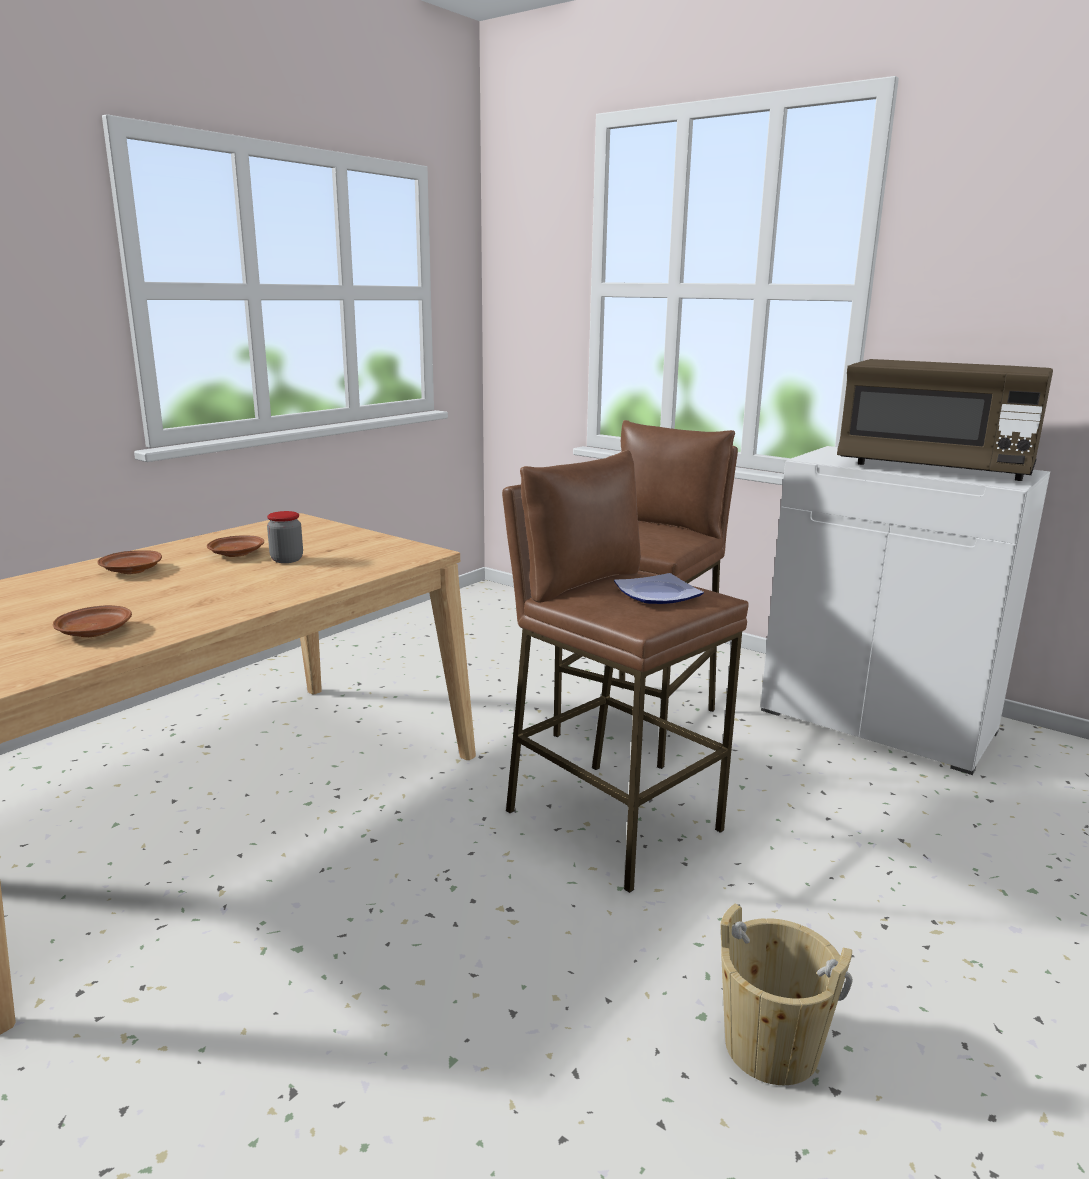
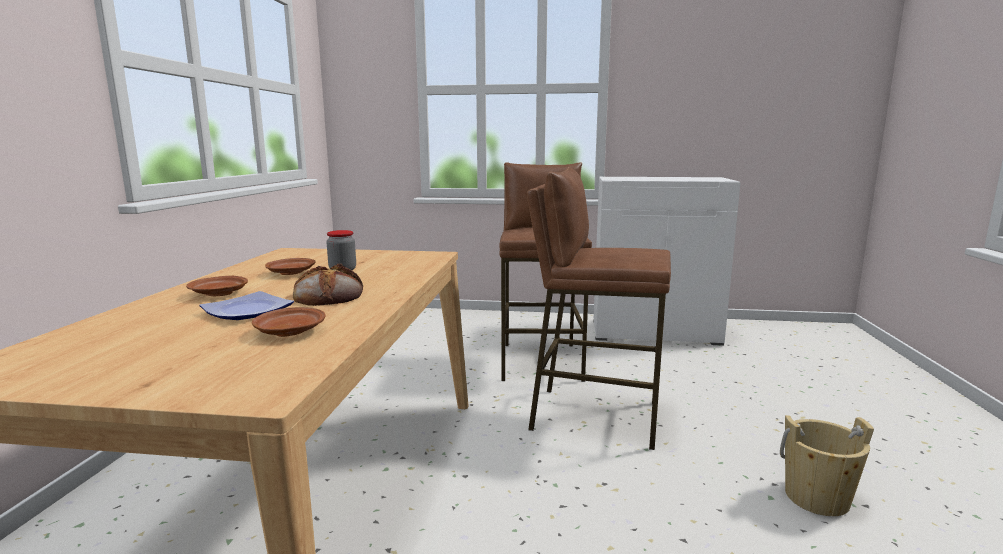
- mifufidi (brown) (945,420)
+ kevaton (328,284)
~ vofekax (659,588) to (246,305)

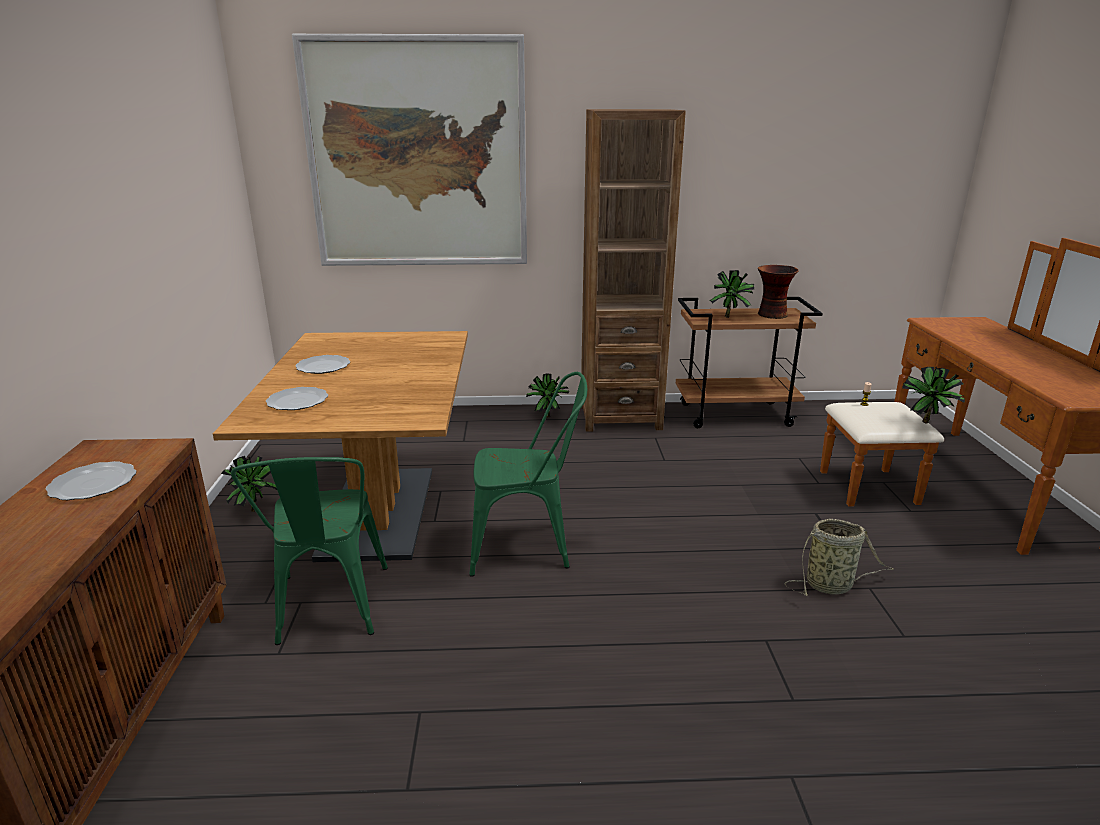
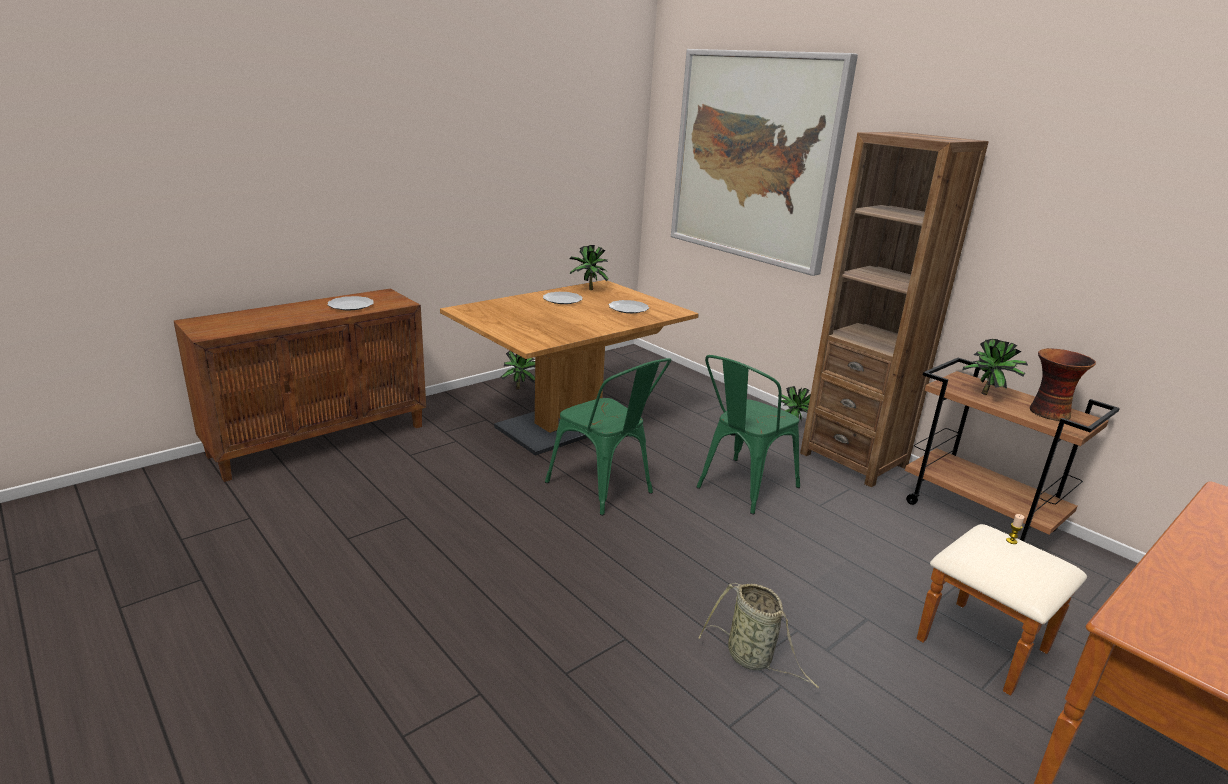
~ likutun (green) (309,551) to (748,434)
~ vofekax (297,398) to (629,306)
~ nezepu (933,395) to (589,267)

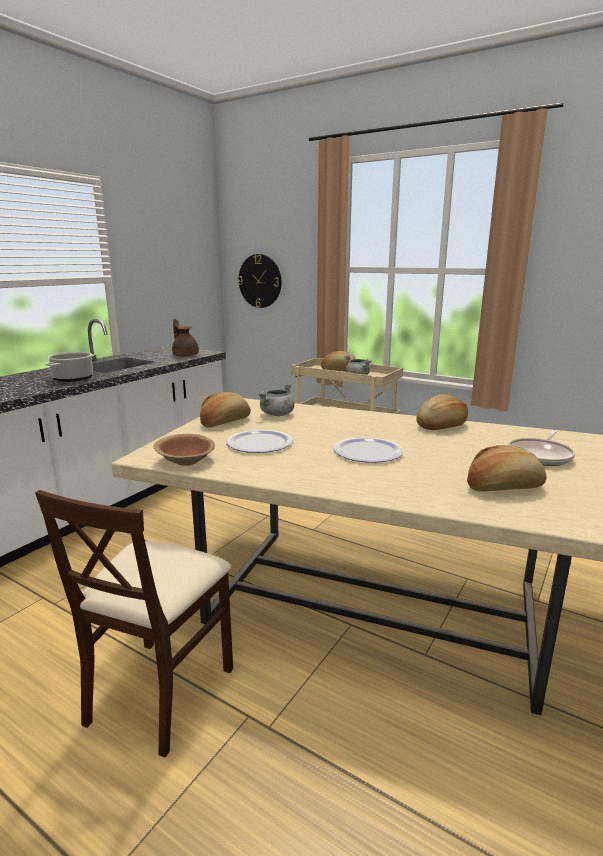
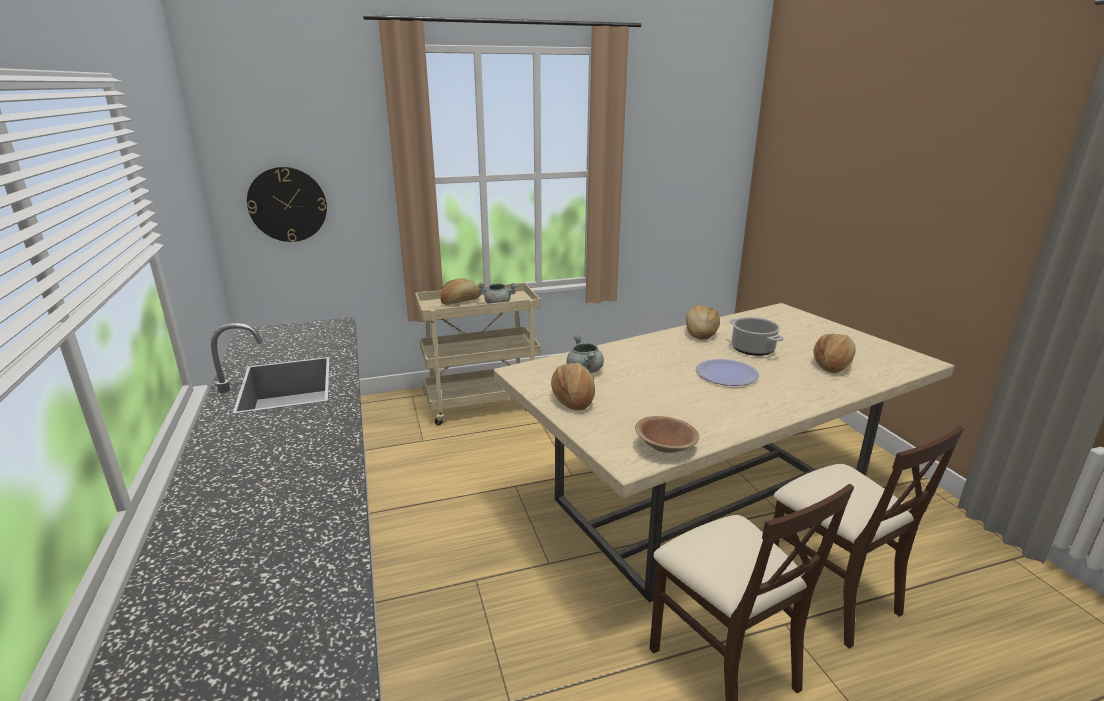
- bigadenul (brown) (185,338)
- vofekax (259,441)
- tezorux (541,448)
+ likutun (beige) (869,537)
~ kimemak (69,367) to (757,336)

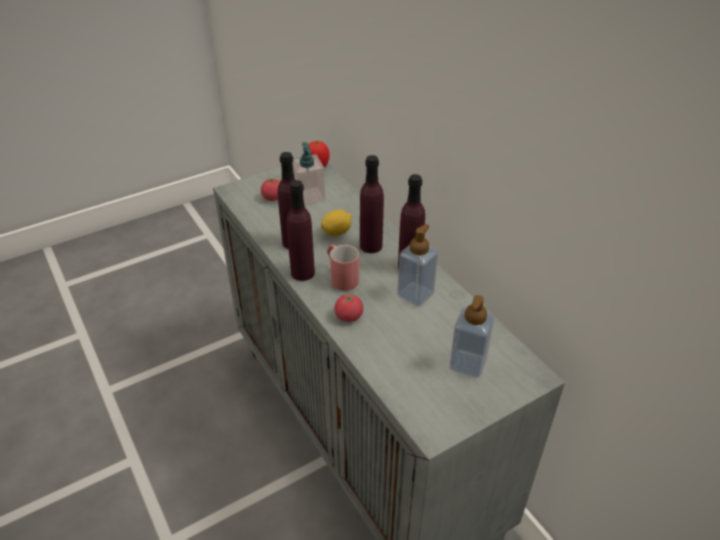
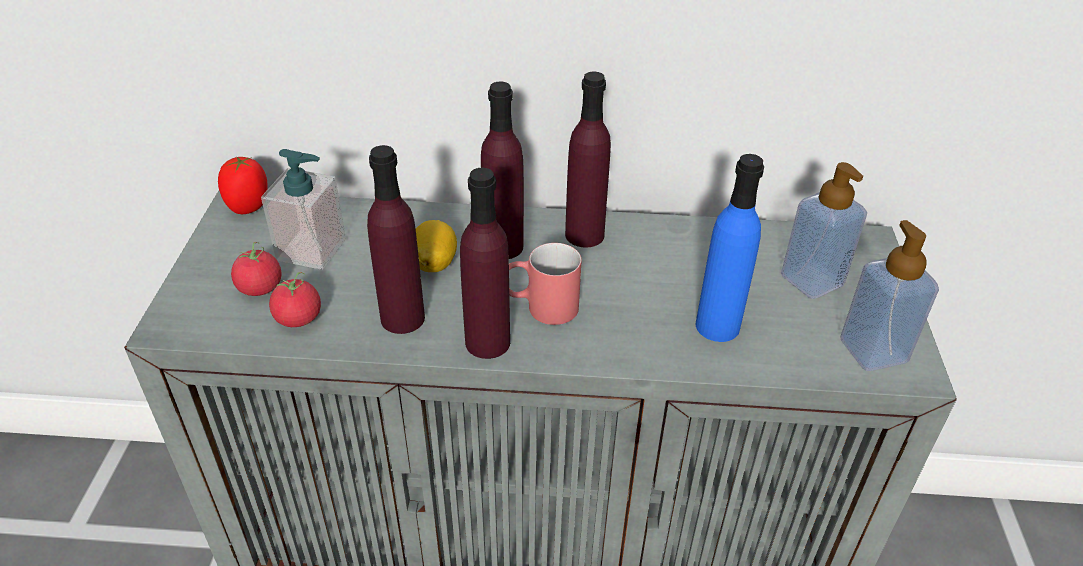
+ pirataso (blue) (730,248)
~ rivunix (349,307) to (295,299)
~ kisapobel (417,265) to (889,295)

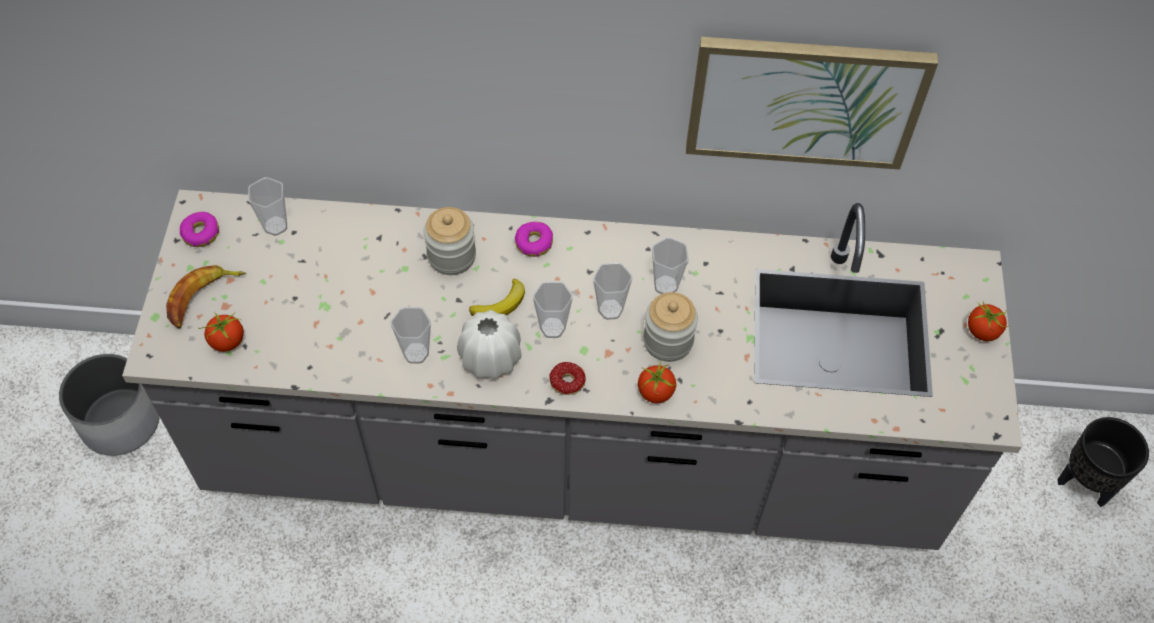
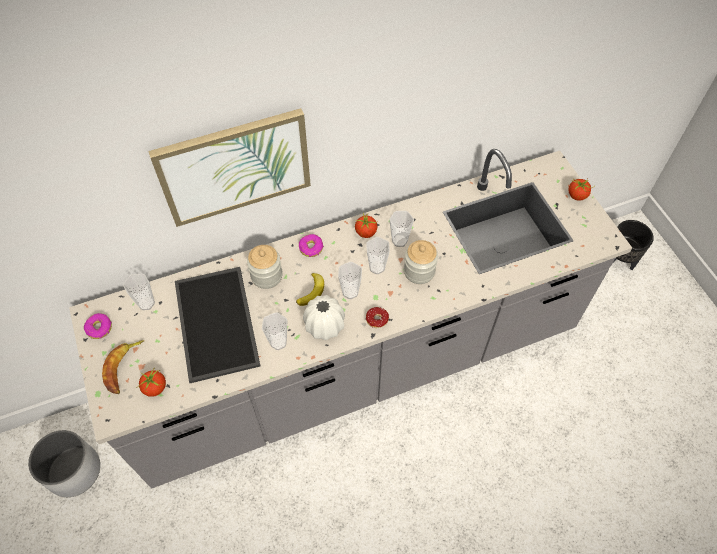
+ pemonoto (217,325)
~ rivunix (657,382) to (366,225)
~ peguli (812,103) to (229,167)

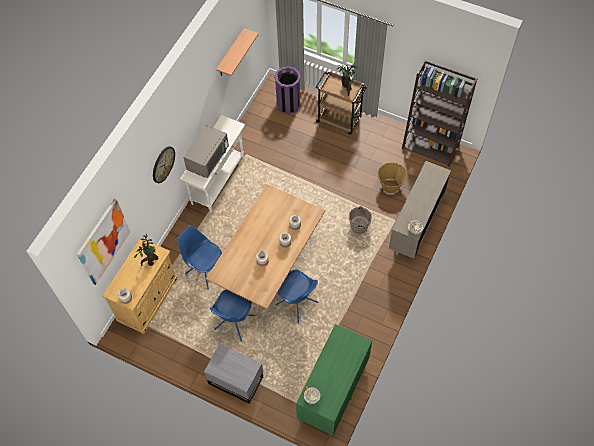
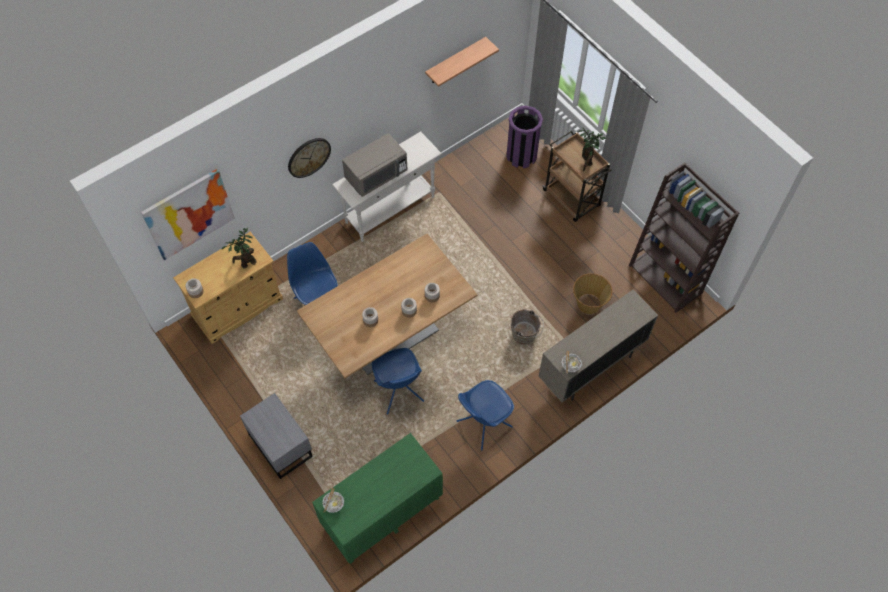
~ likutun (blue) (232,316) to (485,415)

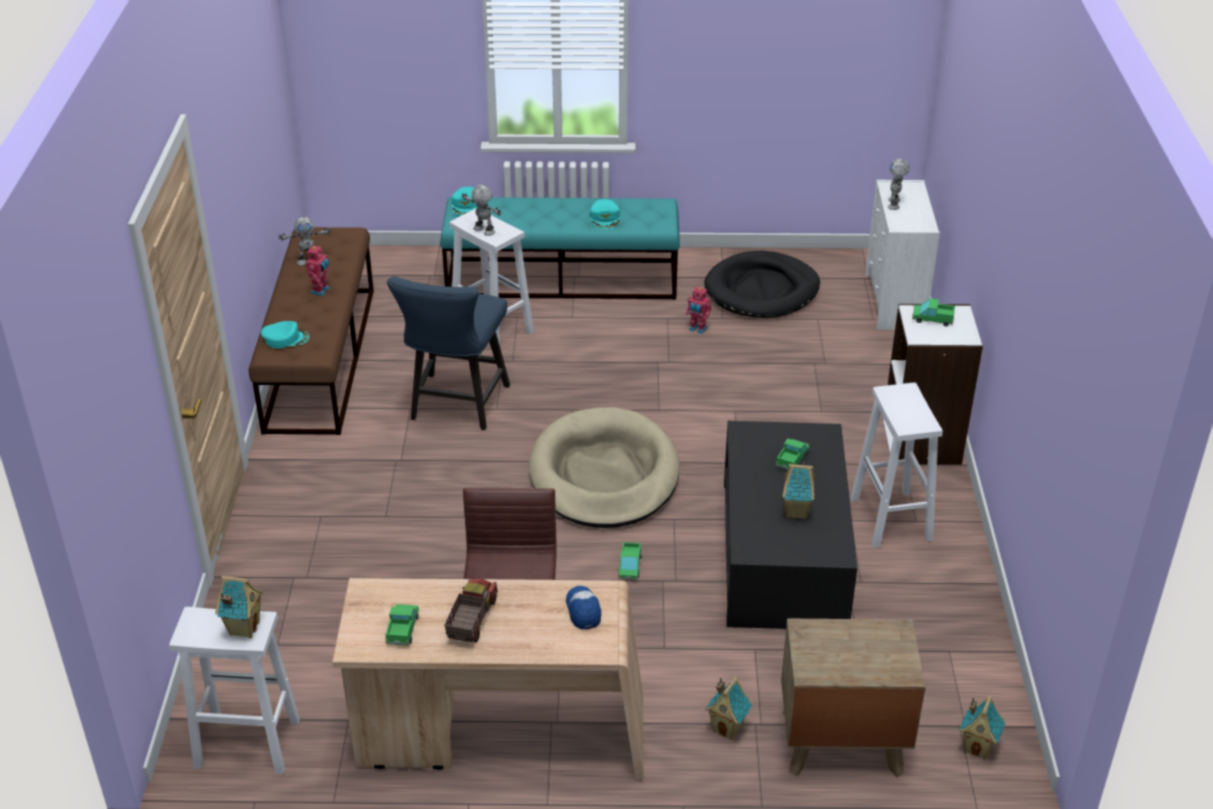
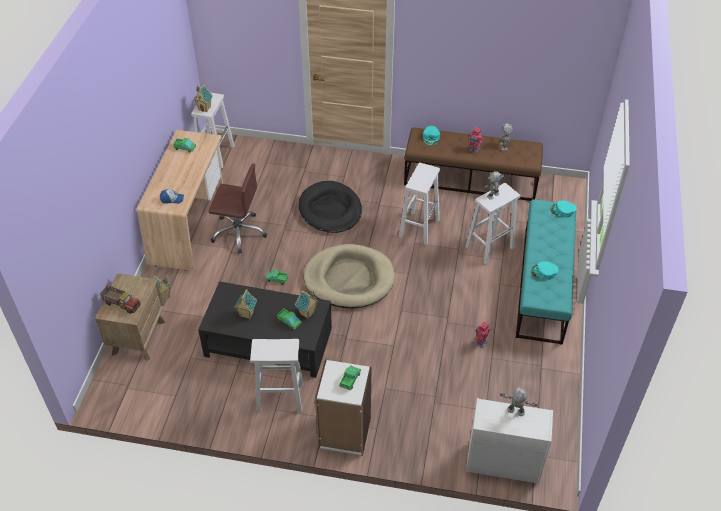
~ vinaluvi (471,610) to (120,299)
~ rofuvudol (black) (762,284) to (330,207)
~ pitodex (982,727) to (306,304)
~ likutun (blue) (448,353) to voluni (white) (419,204)

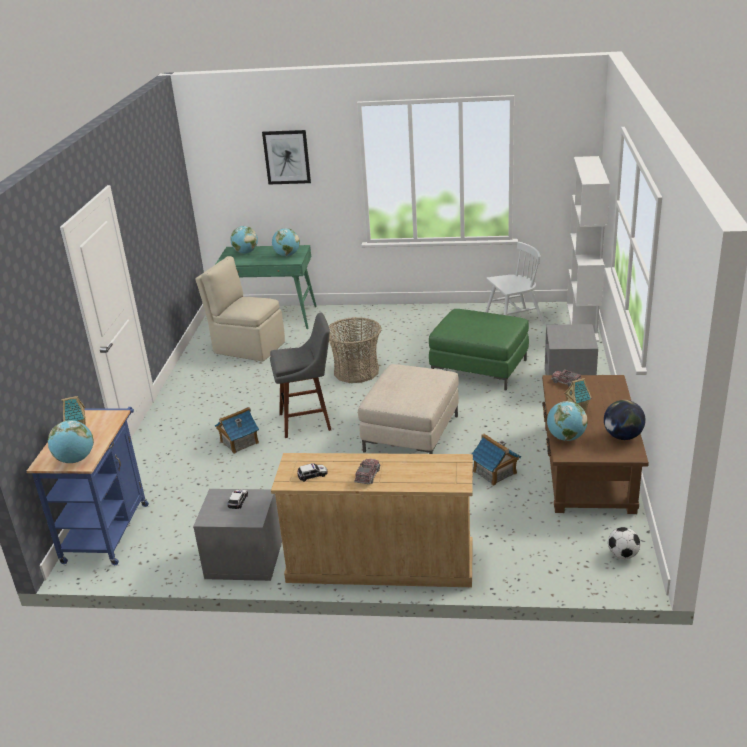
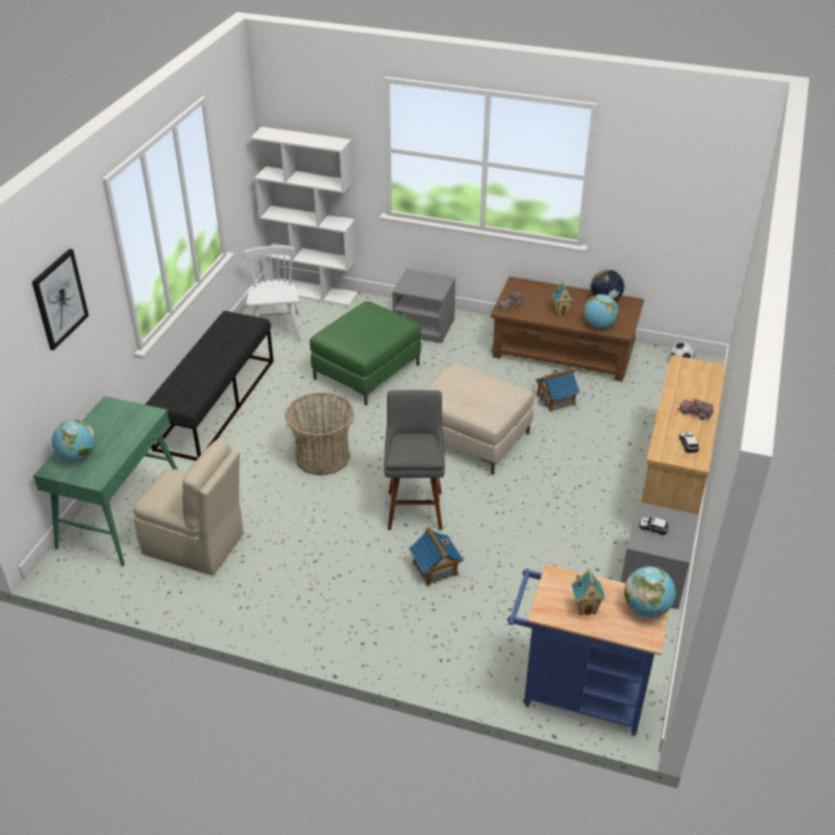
- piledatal (286,242)
+ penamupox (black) (209,386)
~ likutun (beige) (240,309) = (188,507) 105 degrees counterclockwise

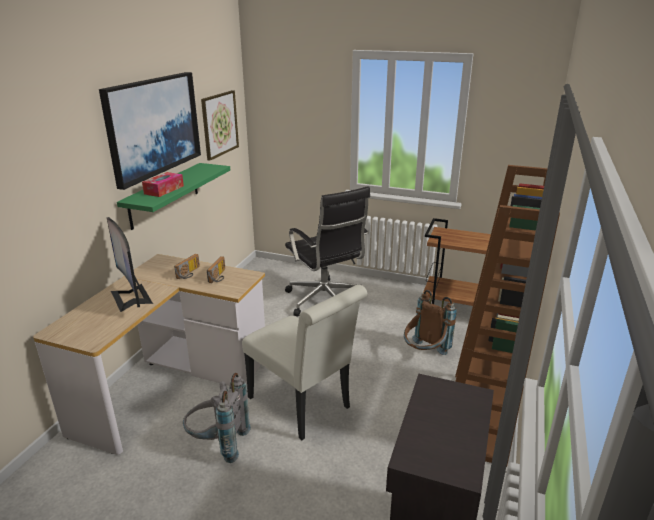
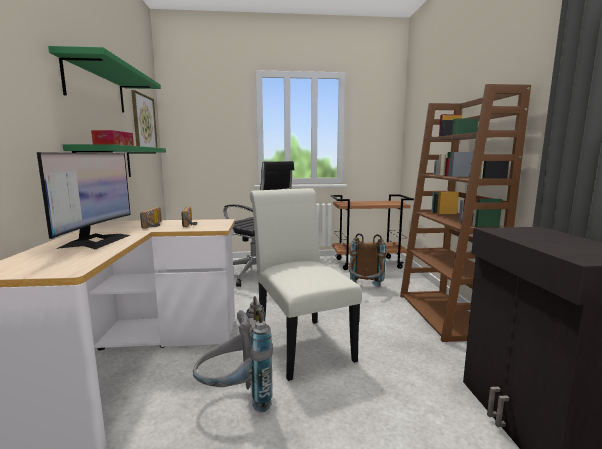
~ peguli (150,131) to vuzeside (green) (104,79)
~ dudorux (130,264) = (84,201) 120 degrees counterclockwise
~ likutun (white) (304,362) = (306,284) 135 degrees counterclockwise

